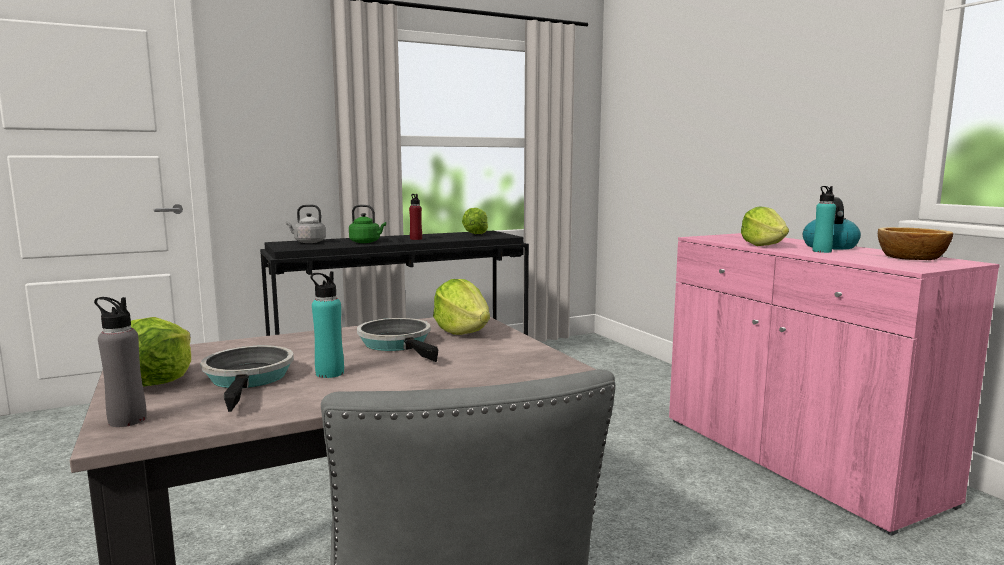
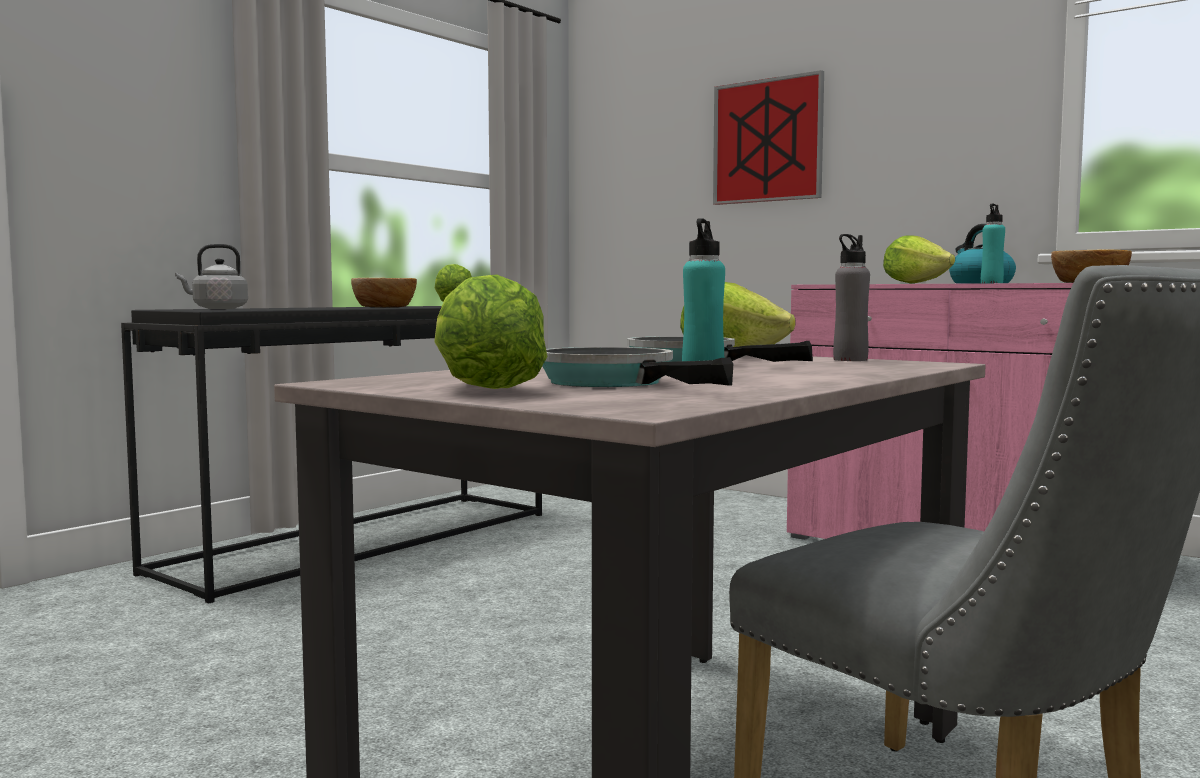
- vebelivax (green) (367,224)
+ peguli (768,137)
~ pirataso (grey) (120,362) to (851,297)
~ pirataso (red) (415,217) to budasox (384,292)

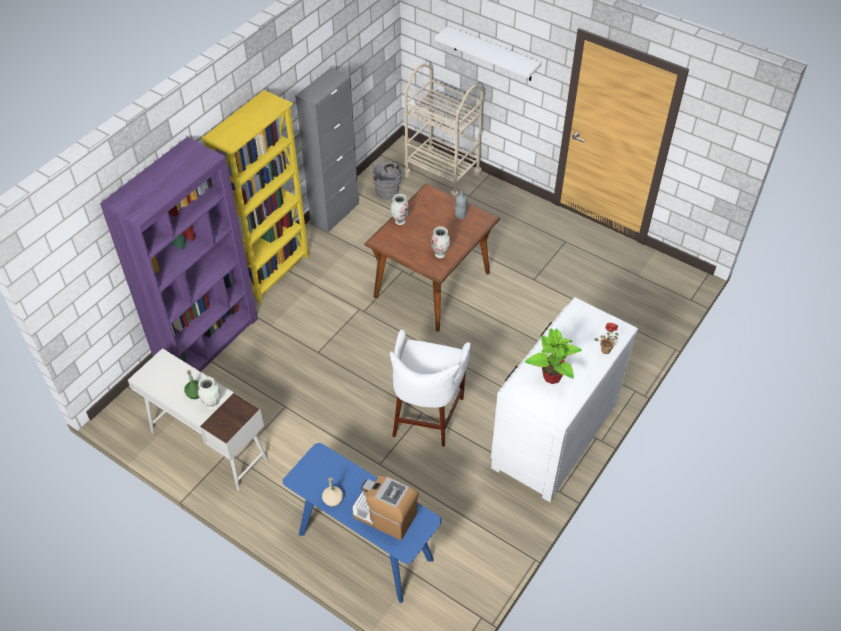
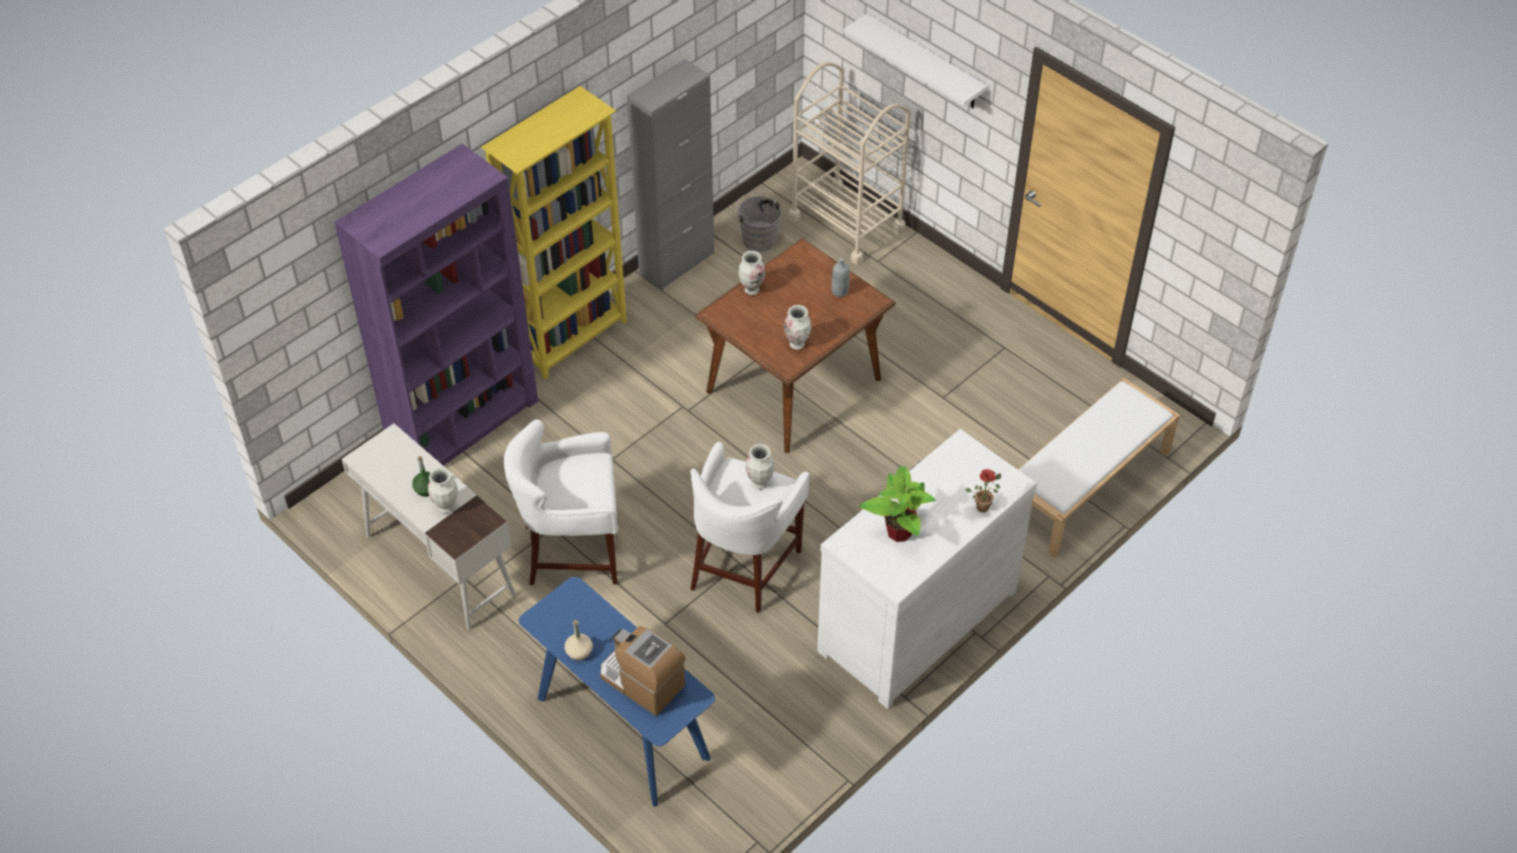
+ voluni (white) (561,502)
+ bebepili (760,466)
+ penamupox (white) (1099,468)

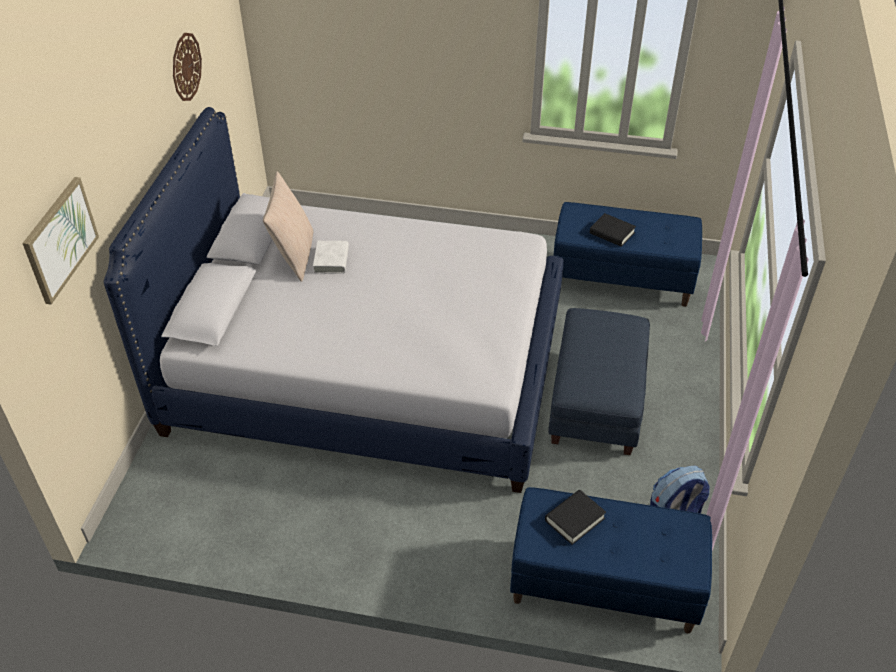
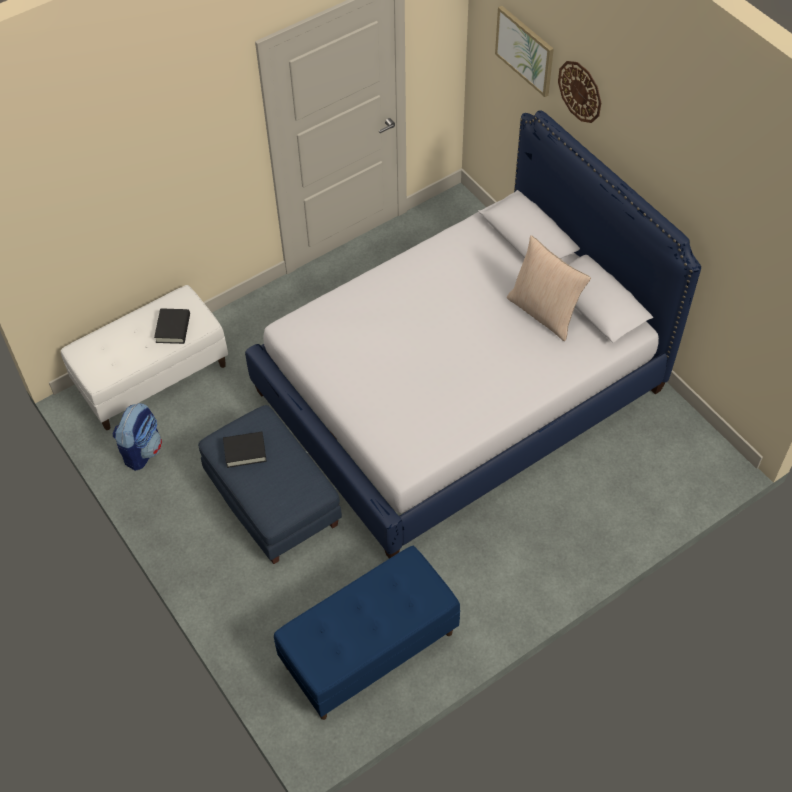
- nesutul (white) (331,257)
~ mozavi (187,67) to (579,92)
~ nesutul (black) (613,230) to (245,450)
~ penamupox (blue) (611,560) to penamupox (white) (144,357)

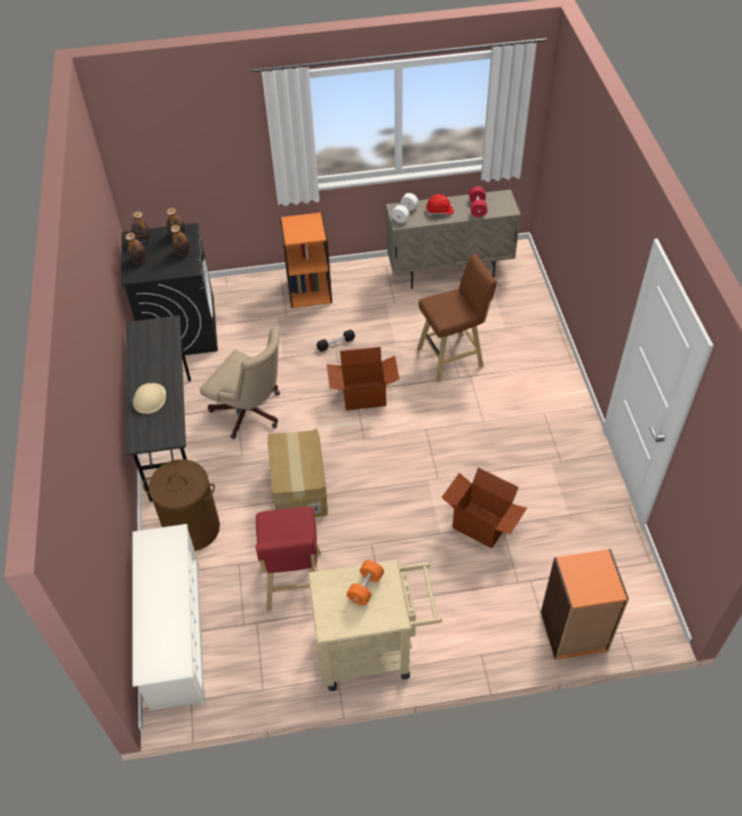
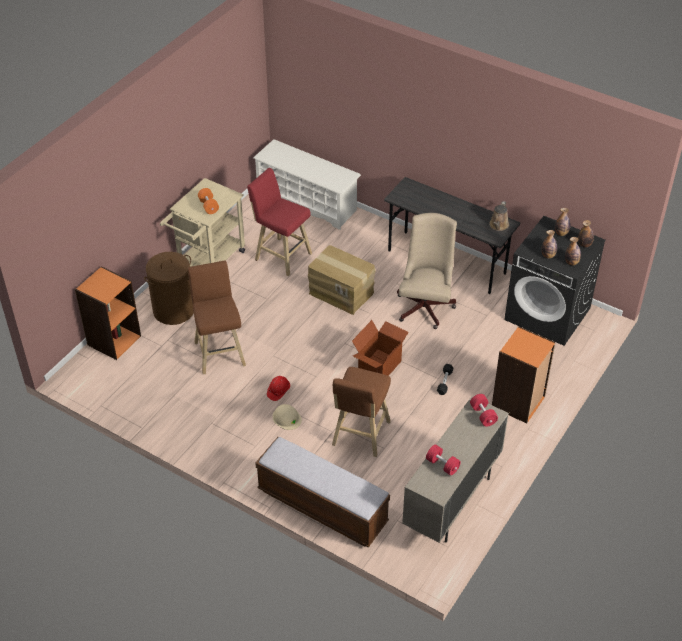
+ penamupox (322,492)
+ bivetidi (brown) (499,216)
~ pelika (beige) (149,398) to (287,417)
~ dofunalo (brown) (181,505) to (169,288)
~ pelika (red) (440,204) to (278,388)
~ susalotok (484,508) to voluni (brown) (217,318)
~ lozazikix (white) (405,208) to lozazikix (red) (484,410)
~ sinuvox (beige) (239,383) = (427,271) 120 degrees clockwise

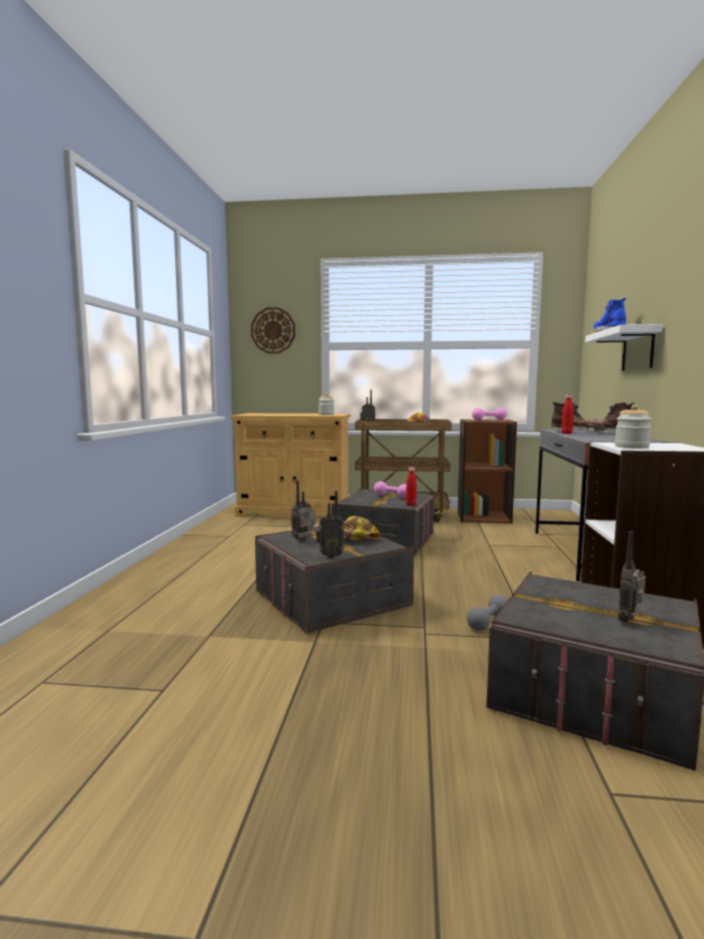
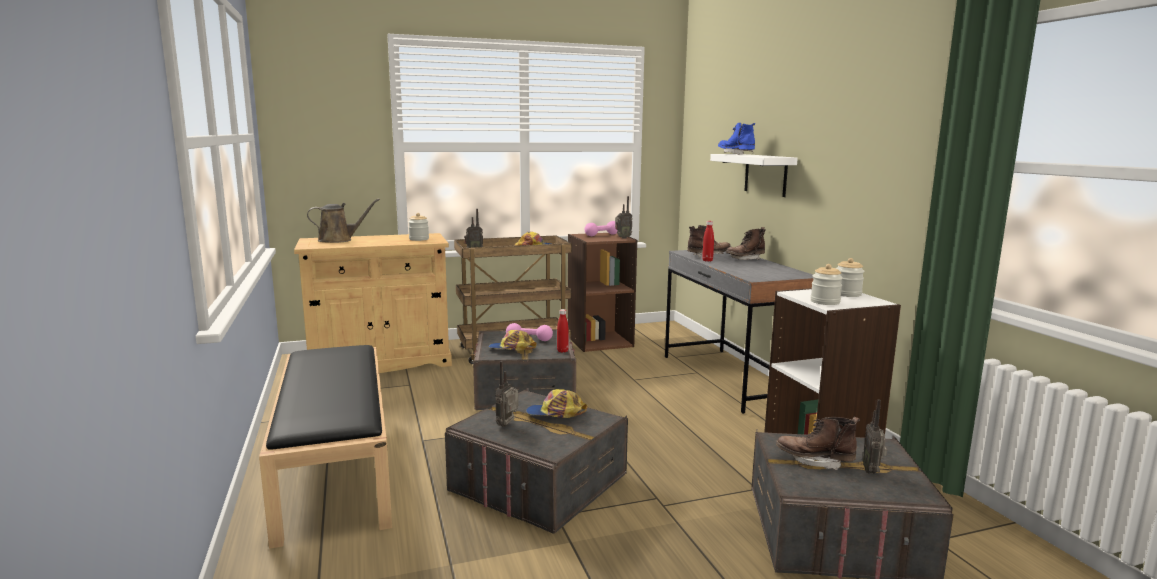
- mozavi (273,330)
- lozazikix (grey) (487,613)
+ penamupox (black) (325,447)
+ bivetidi (brown) (343,221)
+ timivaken (513,340)
+ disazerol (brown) (818,443)
+ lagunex (850,277)
~ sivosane (330,524) to (624,217)

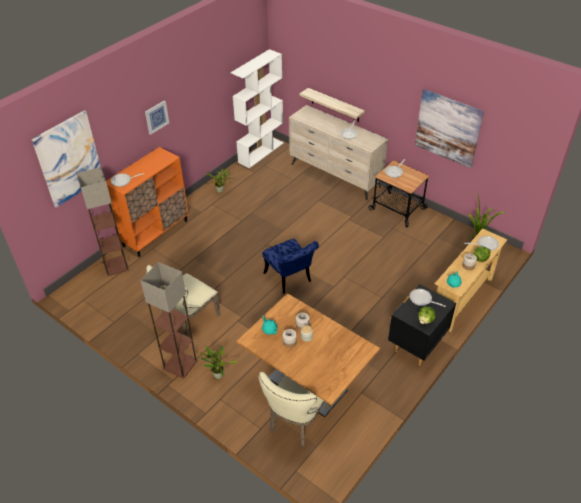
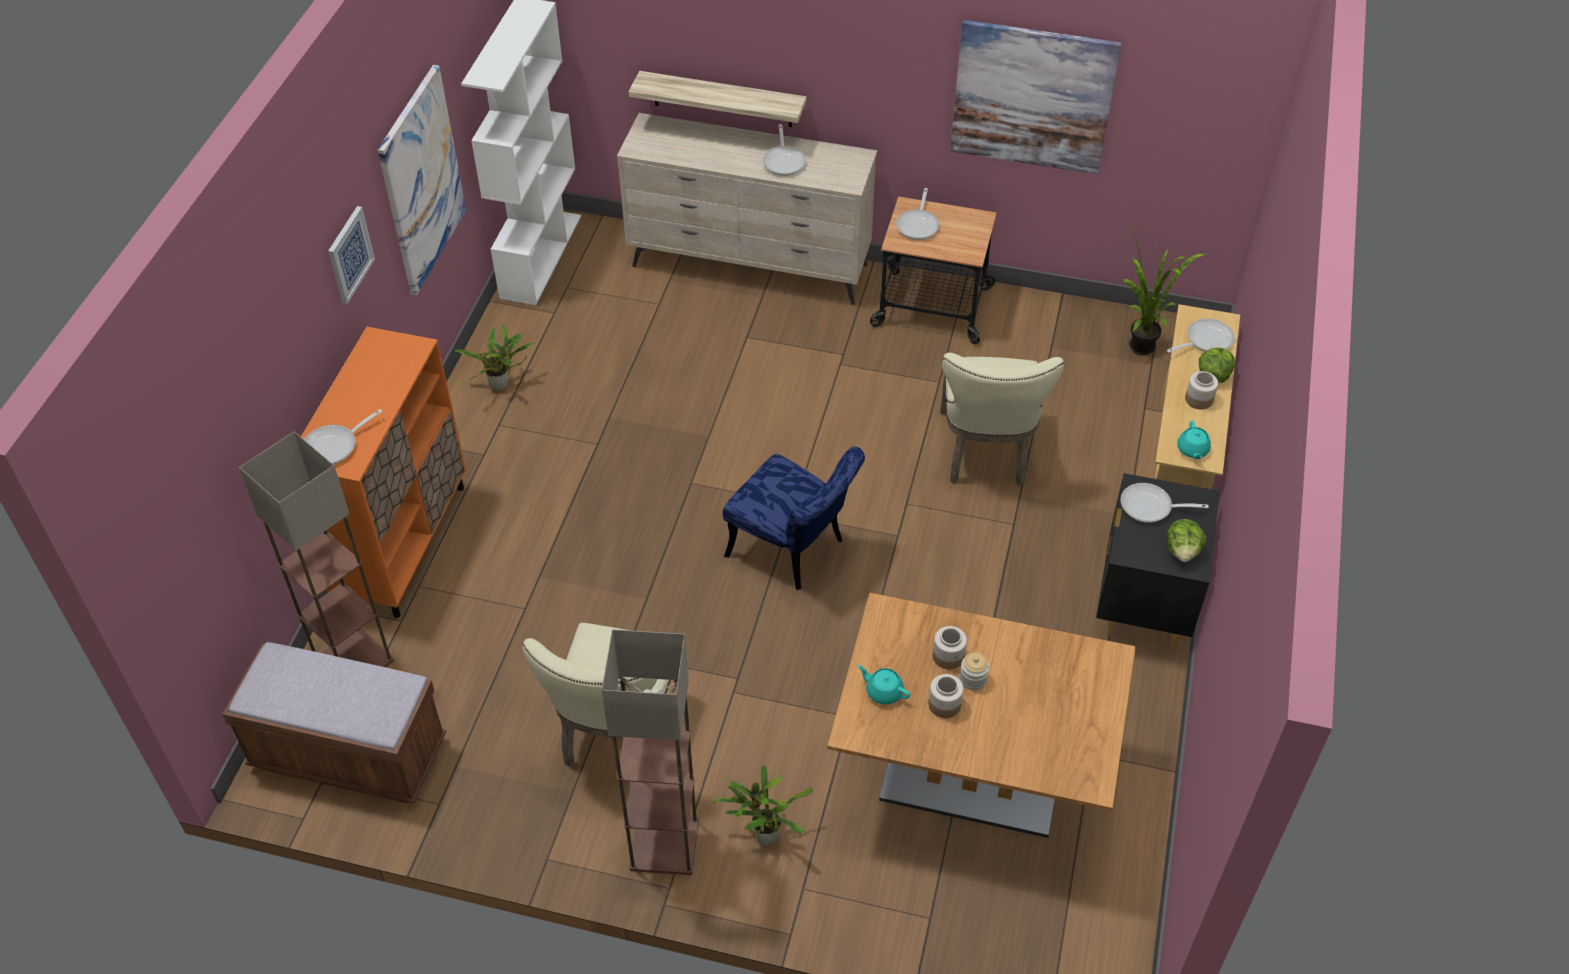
+ penamupox (brown) (334,723)
~ peguli (66,159) to (422,180)
~ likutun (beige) (294,409) to (1002,419)

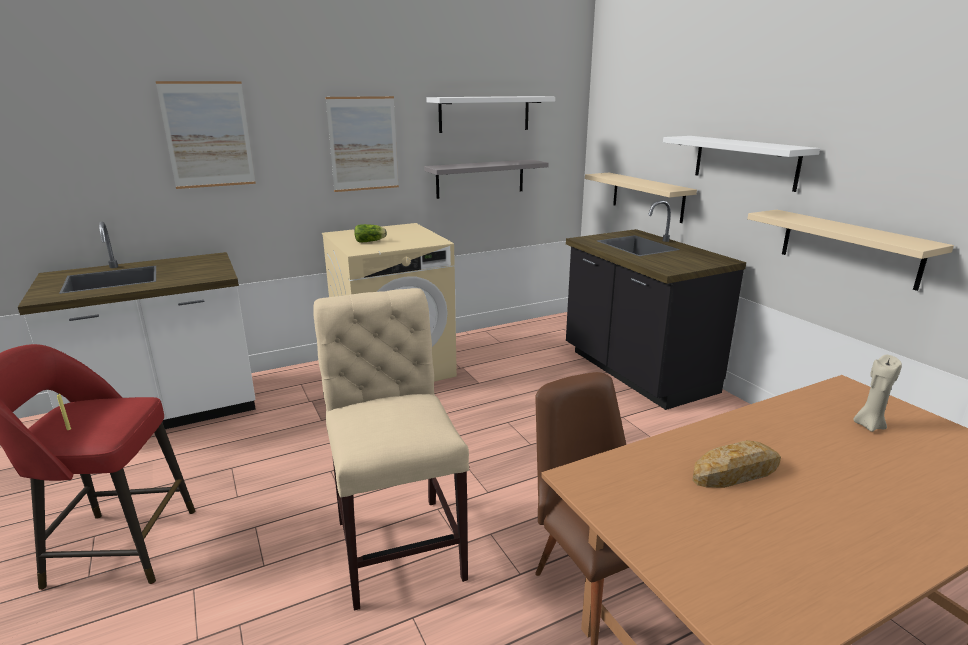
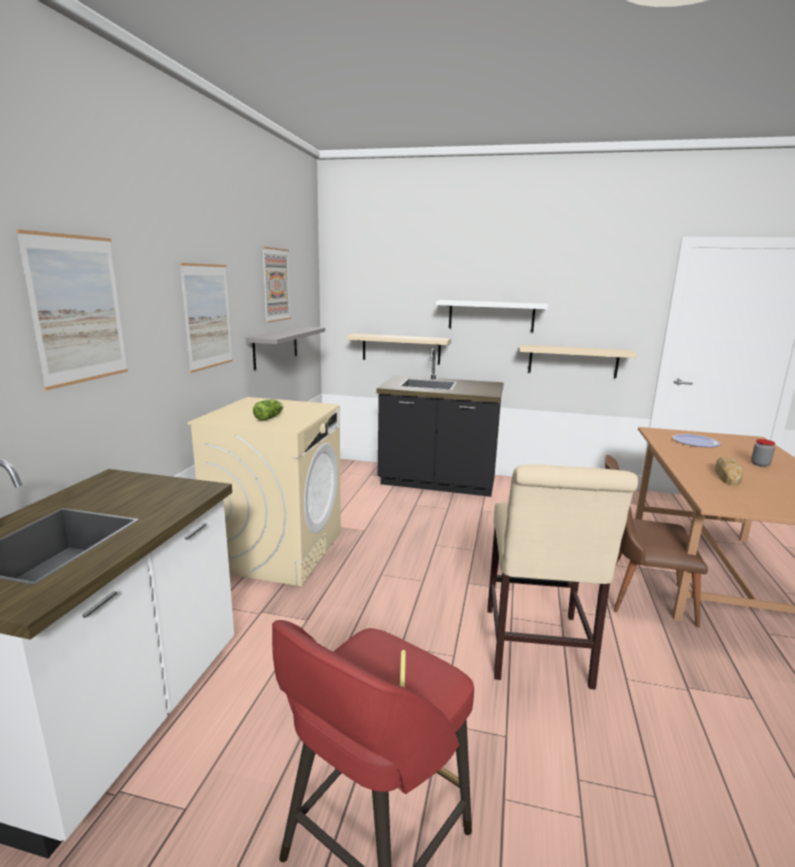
+ lagunex (763,453)
~ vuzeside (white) (490,114) to peguli (276,285)
~ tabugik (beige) (877,393) to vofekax (696,440)
~ likutun (beige) (391,449) = (562,577) 105 degrees counterclockwise

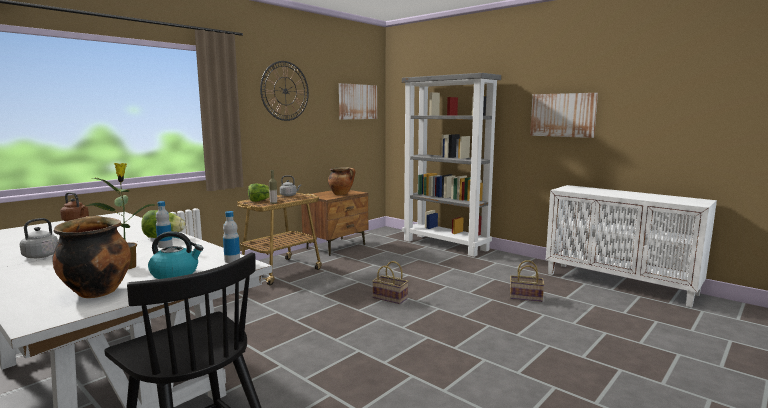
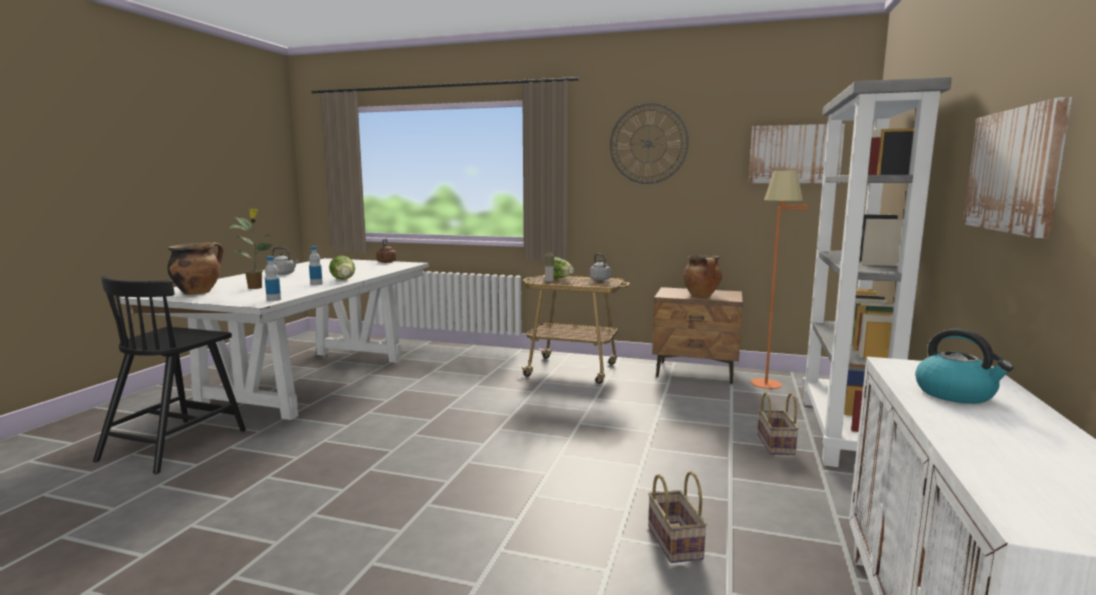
+ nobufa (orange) (779,280)
~ vebelivax (176,255) to (964,366)
~ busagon (390,282) to (778,423)

